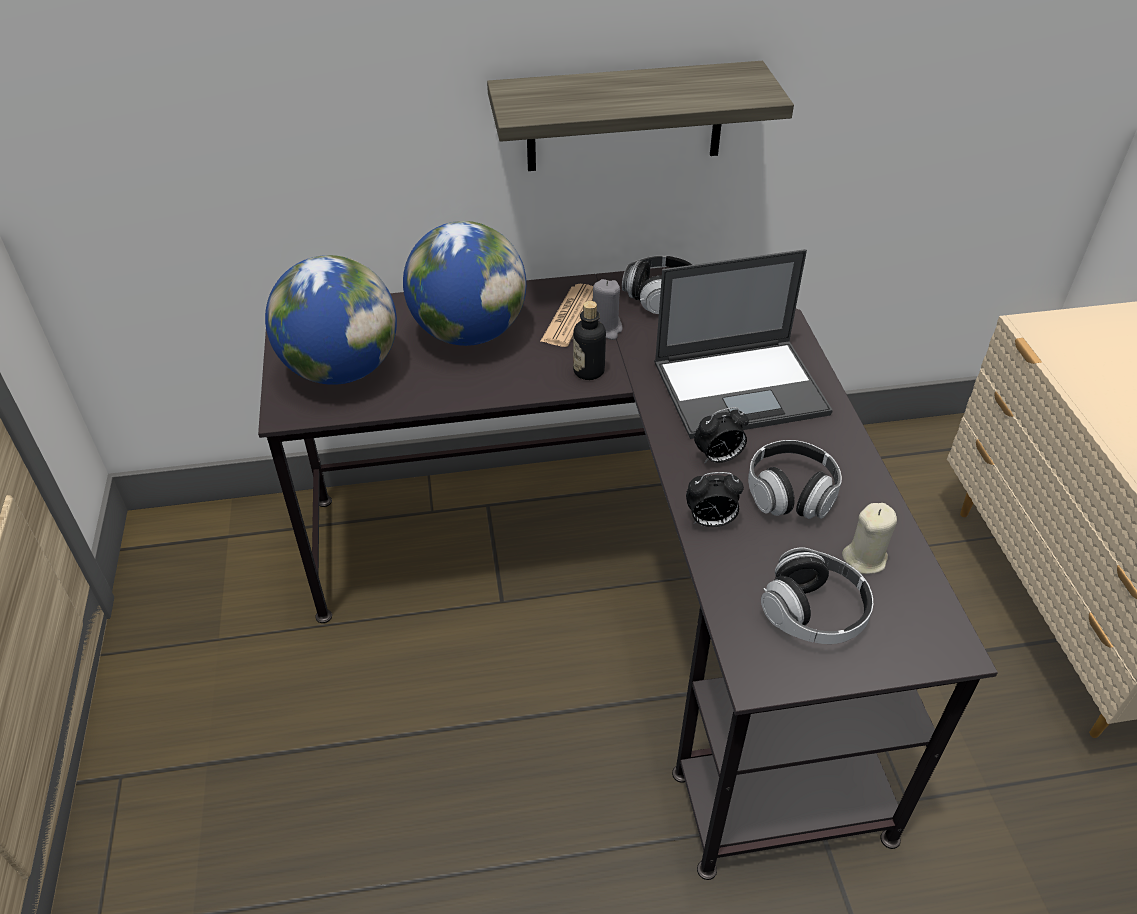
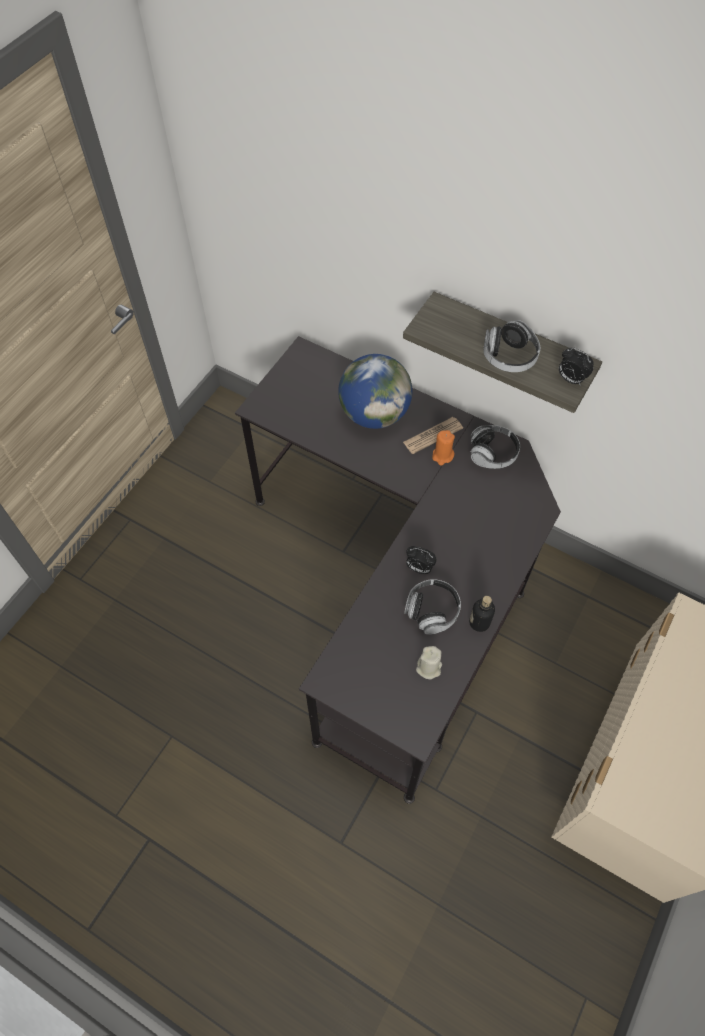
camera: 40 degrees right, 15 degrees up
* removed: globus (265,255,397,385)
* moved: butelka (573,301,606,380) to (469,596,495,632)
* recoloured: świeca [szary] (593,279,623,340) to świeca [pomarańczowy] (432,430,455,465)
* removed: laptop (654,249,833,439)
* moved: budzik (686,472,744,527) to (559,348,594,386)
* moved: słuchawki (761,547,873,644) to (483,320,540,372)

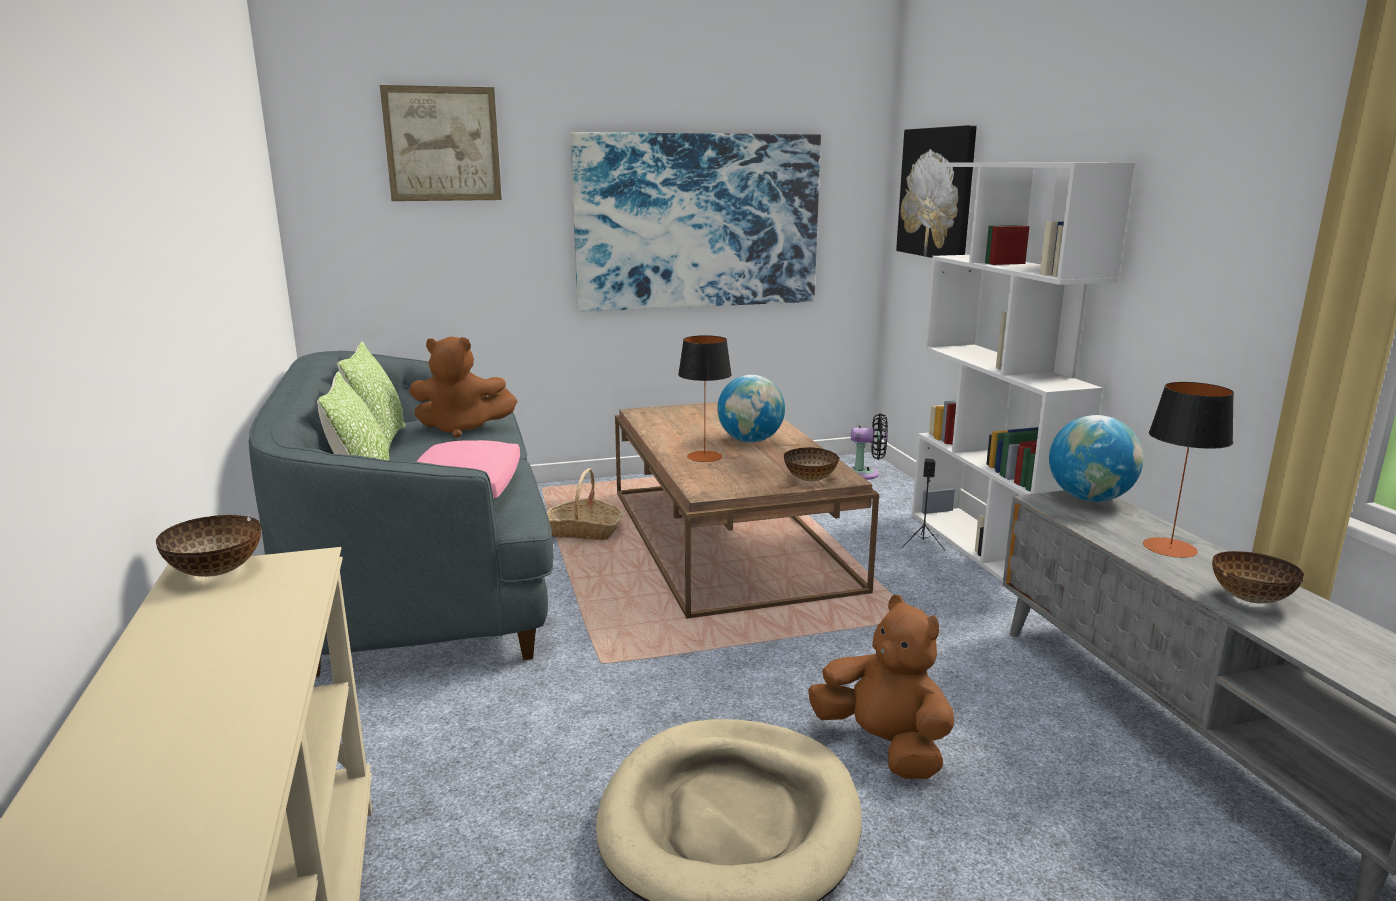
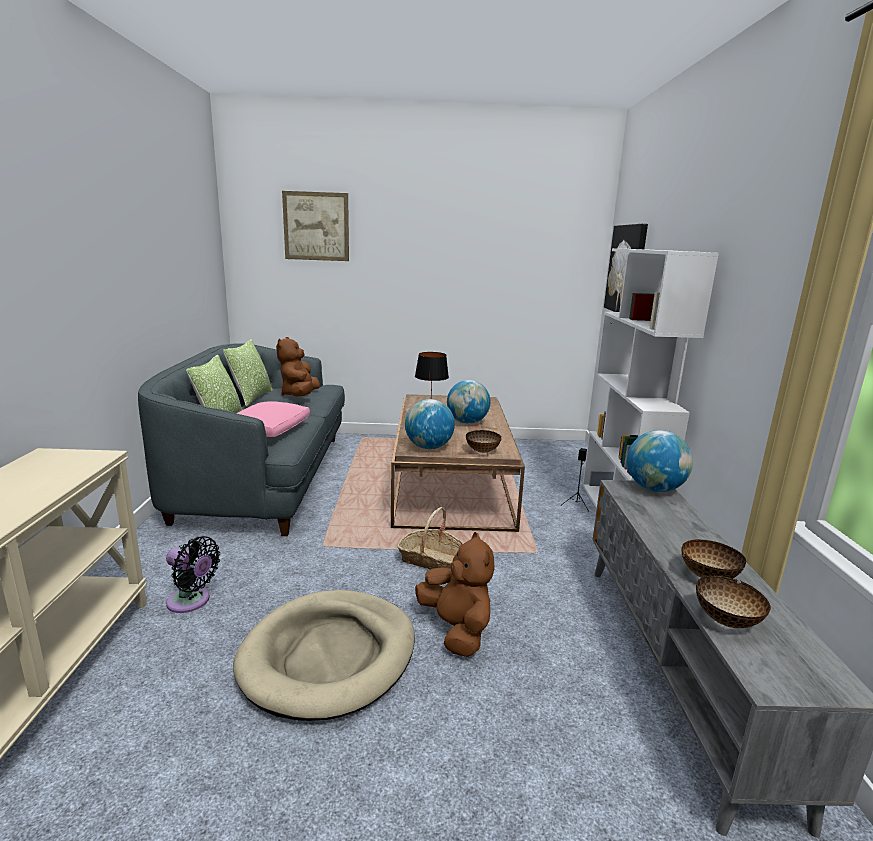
camera: 15 degrees right, 0 degrees up
* moved: miska (156,515,261,577) to (696,576,771,628)
* turned: pluszak [brązowy] (409,336,517,438) = (276,337,320,396) 75 degrees clockwise
* moved: koszyk (547,468,623,540) to (397,507,464,570)
* removed: obraz (570,132,821,312)
* moved: wentylator [czarny] (850,413,888,480) to (166,536,220,613)
* removed: lampa stołowa (1143,382,1234,558)
* added: globus (405,399,455,449)

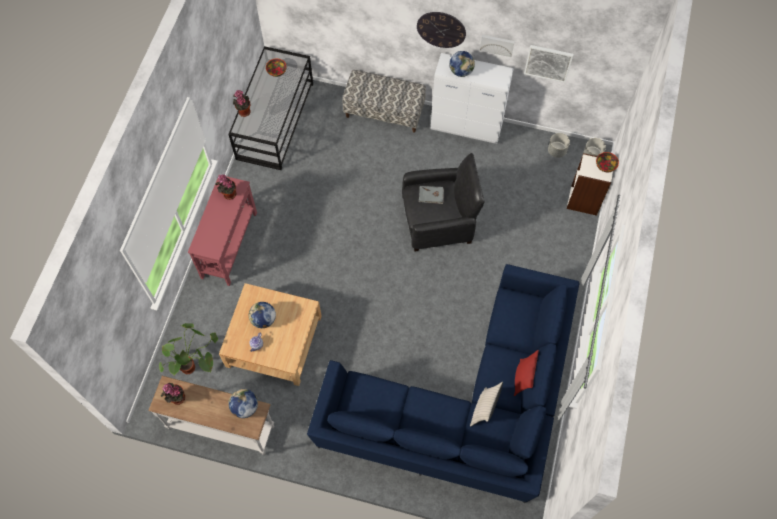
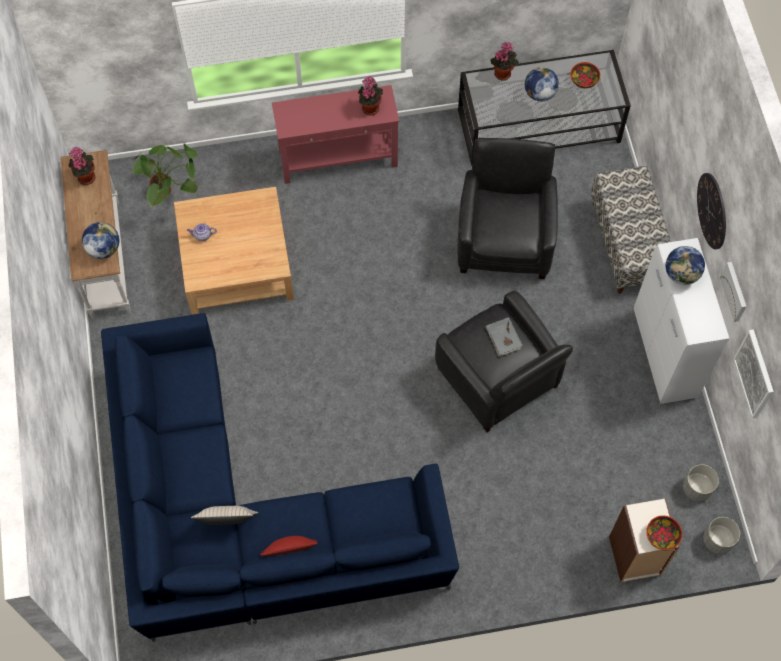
camera: 65 degrees right, 0 degrees up
* moved: globus (249,302,276,328) to (525,67,559,101)
* added: fotel [czarny] (458,138,558,279)

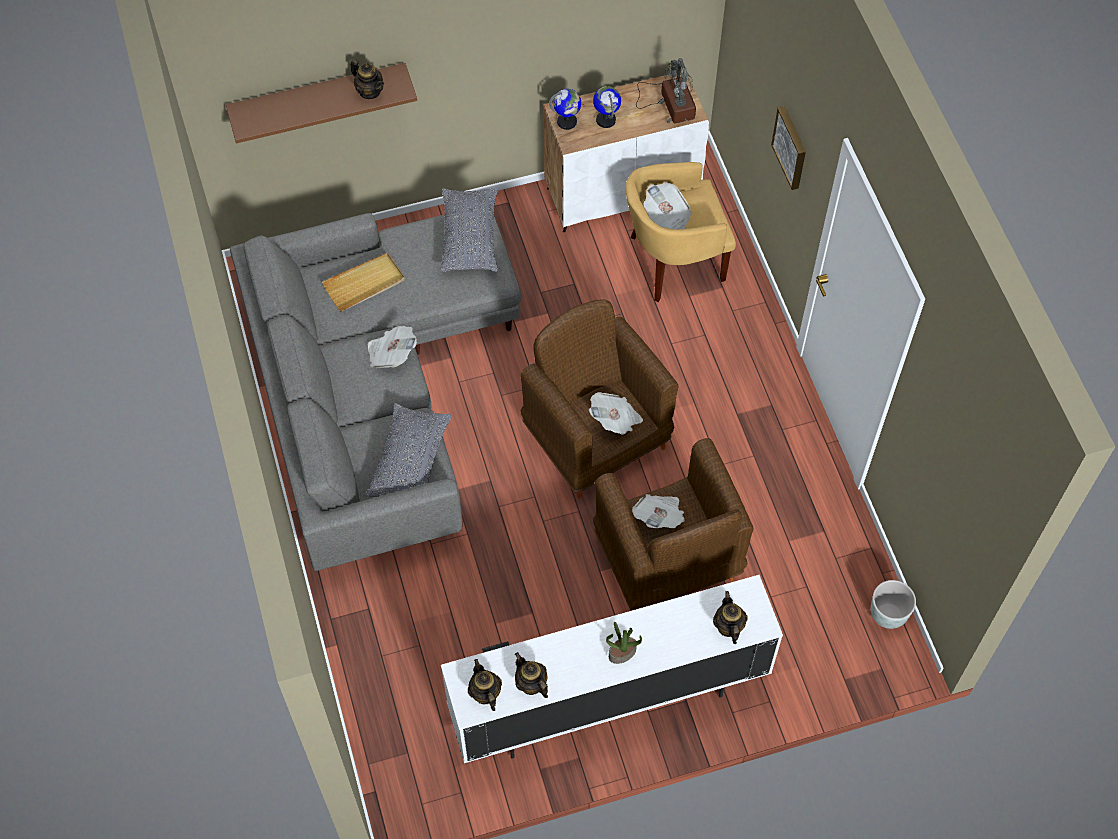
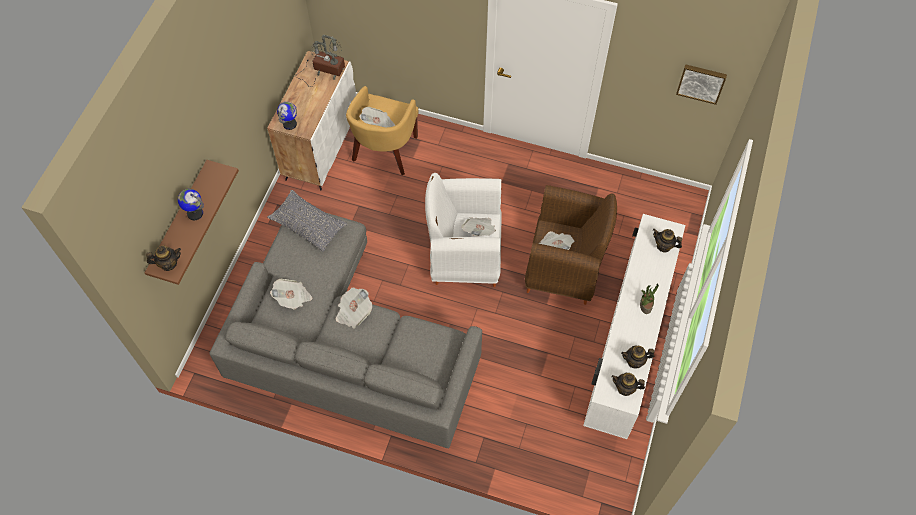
camera: 55 degrees left, 0 degrees up
* replaced: taca [beżowy] (322,253,405,312) to gazeta (270,279,312,310)
* moved: imbryk (350,59,384,99) to (146,246,181,271)
* removed: poduszka [szary] (365,403,452,497)
* recoloured: fotel [brązowy] (521,299,679,499) to fotel [biały] (425,173,502,287)
* moved: globus (593,86,621,128) to (178,189,204,220)
* moved: obraz (771,106,806,190) to (676,64,727,105)
* removed: donica [szary] (871,580,916,629)

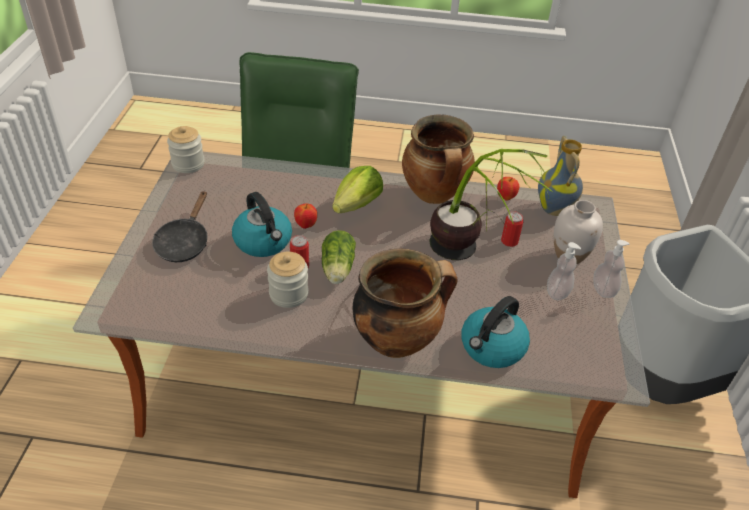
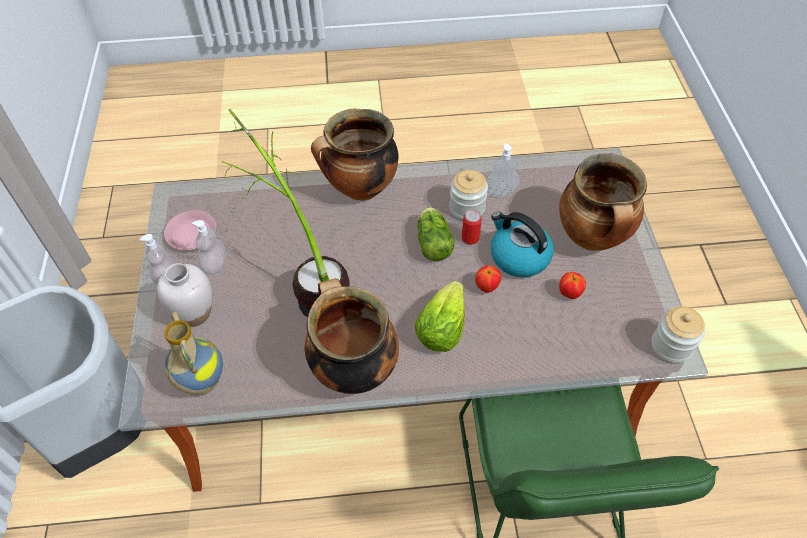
camera: 170 degrees right, 10 degrees up
* replaced: patelnia [czarny] (152,191,208,262) to garnek (559,153,647,251)
* removed: czajnik (461,296,530,368)
* moved: jabłko (497,177,519,201) to (559,272,586,299)
* removed: puszka (501,212,523,247)
* added: talerz [różowy] (164,210,216,250)
* added: dozownik mydła (486,143,519,197)

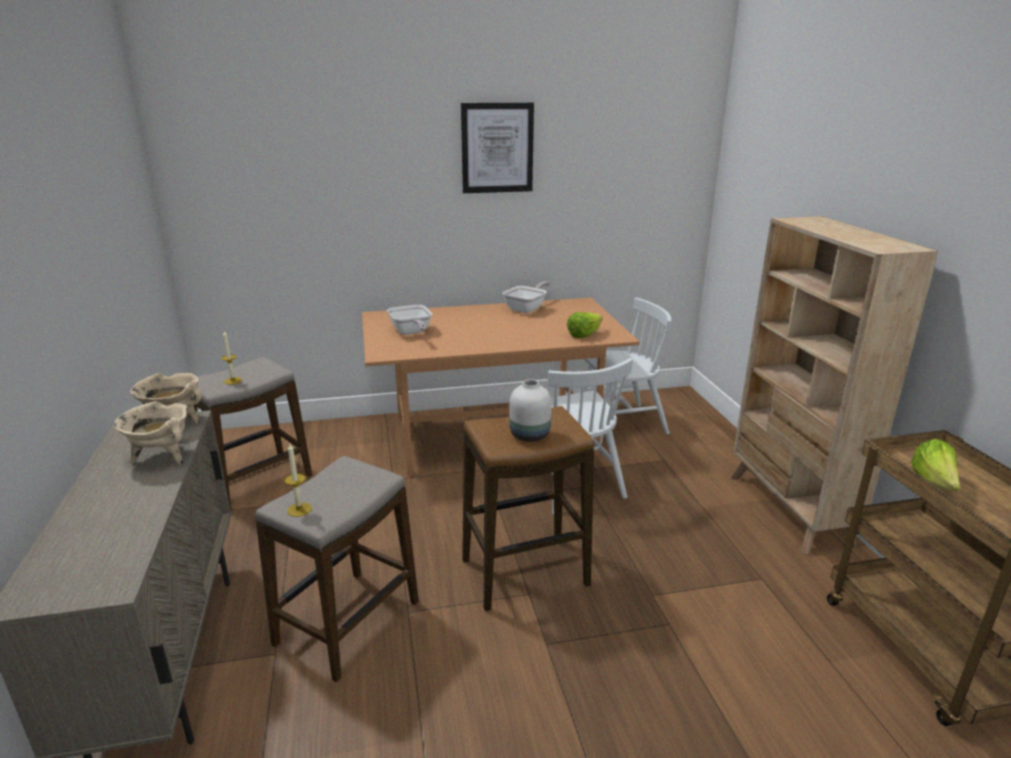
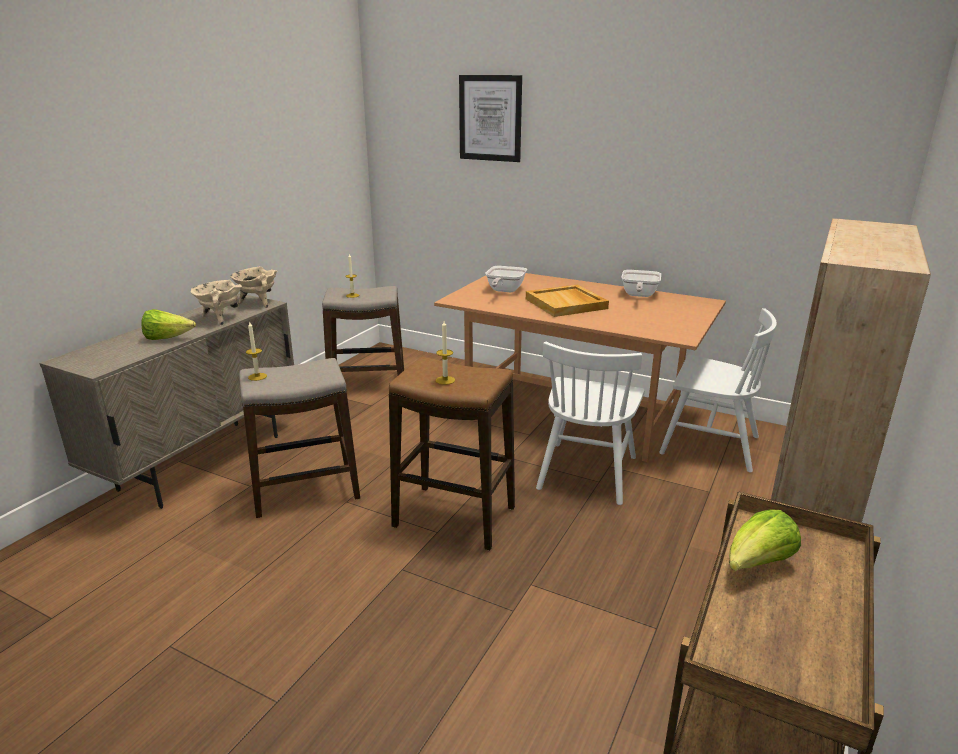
camera: 40 degrees right, 0 degrees up
* moved: obraz (461,102,534,193) to (459,75,522,162)
* turned: patelnia (502,281,550,313) = (621,270,661,297) 120 degrees clockwise
* replaced: wazon [biały] (509,379,551,442) to świeca (436,321,455,385)
* moved: sałata (567,312,602,338) to (141,309,196,340)
* added: taca [beżowy] (526,285,609,317)

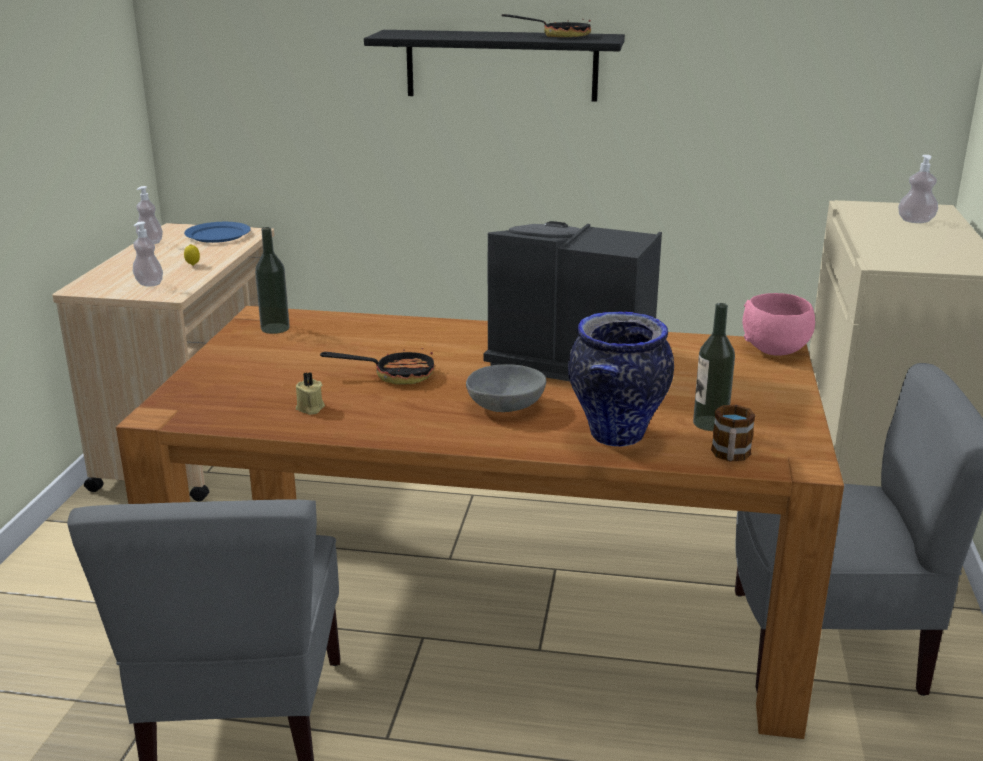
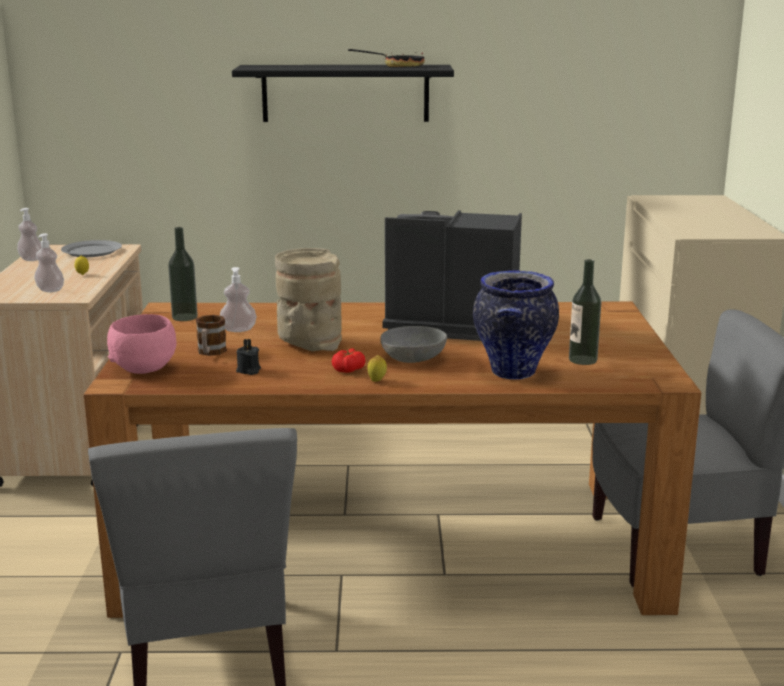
camera: 10 degrees left, 5 degrees down
* recoloured: talerz [niebieski] (184,222,251,243) to talerz [szary] (61,240,122,257)
* recoloured: świeca [beżowy] (296,372,325,415) to świeca [czarny] (236,339,261,375)
* replaced: patelnia (320,348,435,385) to wazon [beżowy] (275,248,342,351)
* moved: kubek (711,405,756,461) to (196,315,227,356)
* moved: miska [różowy] (742,293,815,356) to (107,314,177,374)
* moved: dozownik mydła (898,155,938,223) to (220,267,257,332)
* added: pomidor (332,348,366,373)
* added: cytryna (367,355,387,382)

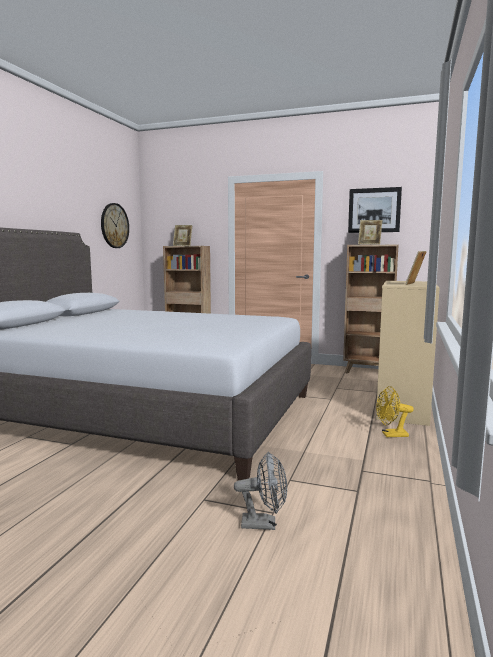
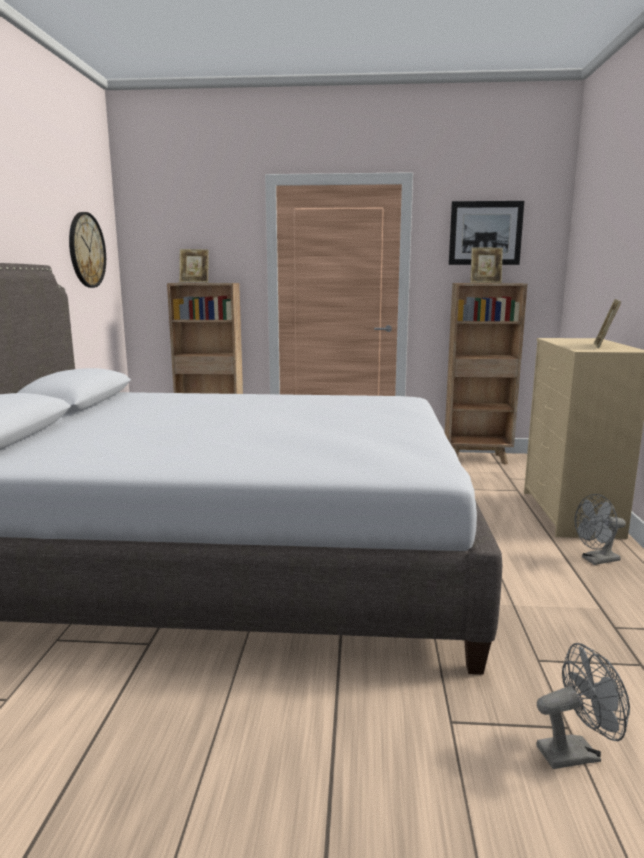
camera: 15 degrees left, 5 degrees up
* recoloured: wentylator [żółty] (376,386,414,437) to wentylator [szary] (574,494,626,565)

